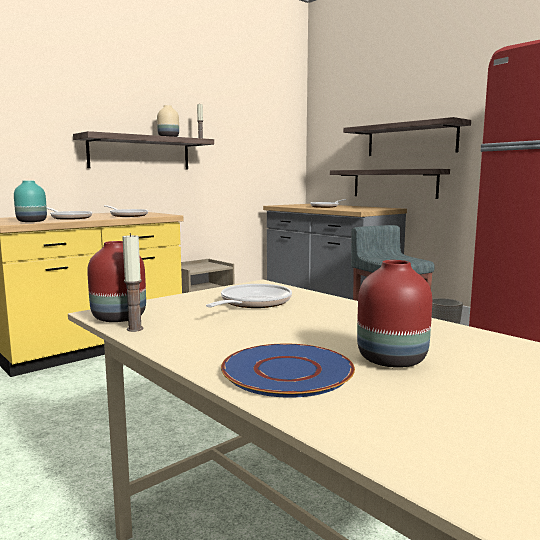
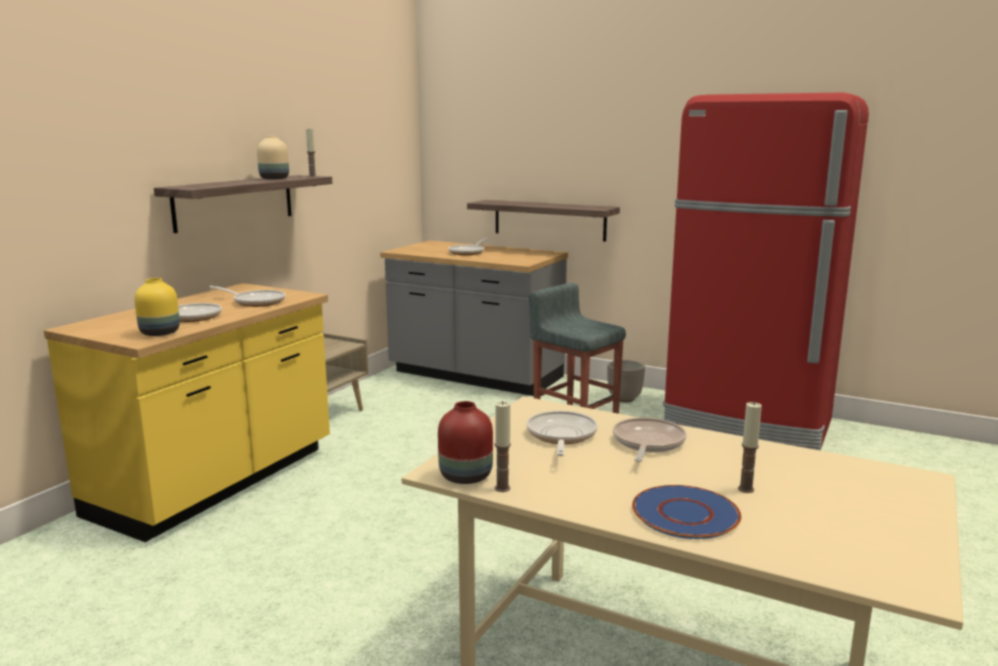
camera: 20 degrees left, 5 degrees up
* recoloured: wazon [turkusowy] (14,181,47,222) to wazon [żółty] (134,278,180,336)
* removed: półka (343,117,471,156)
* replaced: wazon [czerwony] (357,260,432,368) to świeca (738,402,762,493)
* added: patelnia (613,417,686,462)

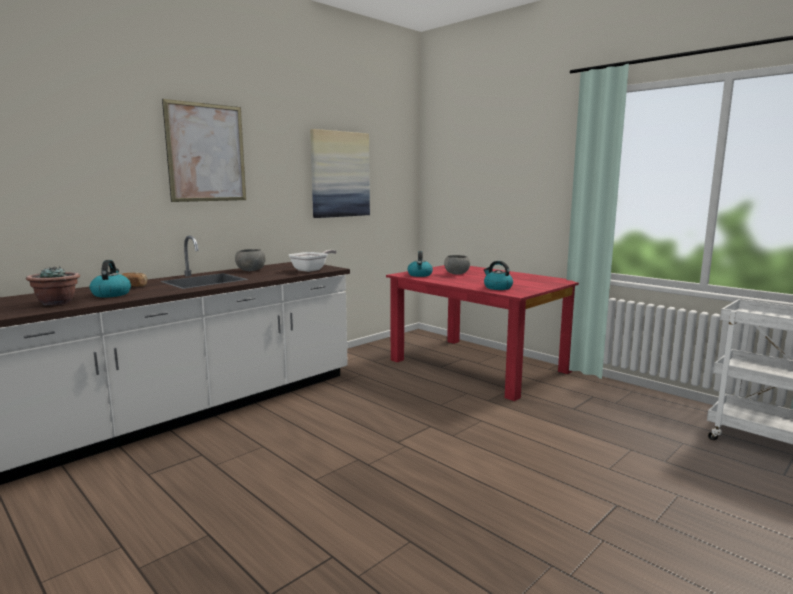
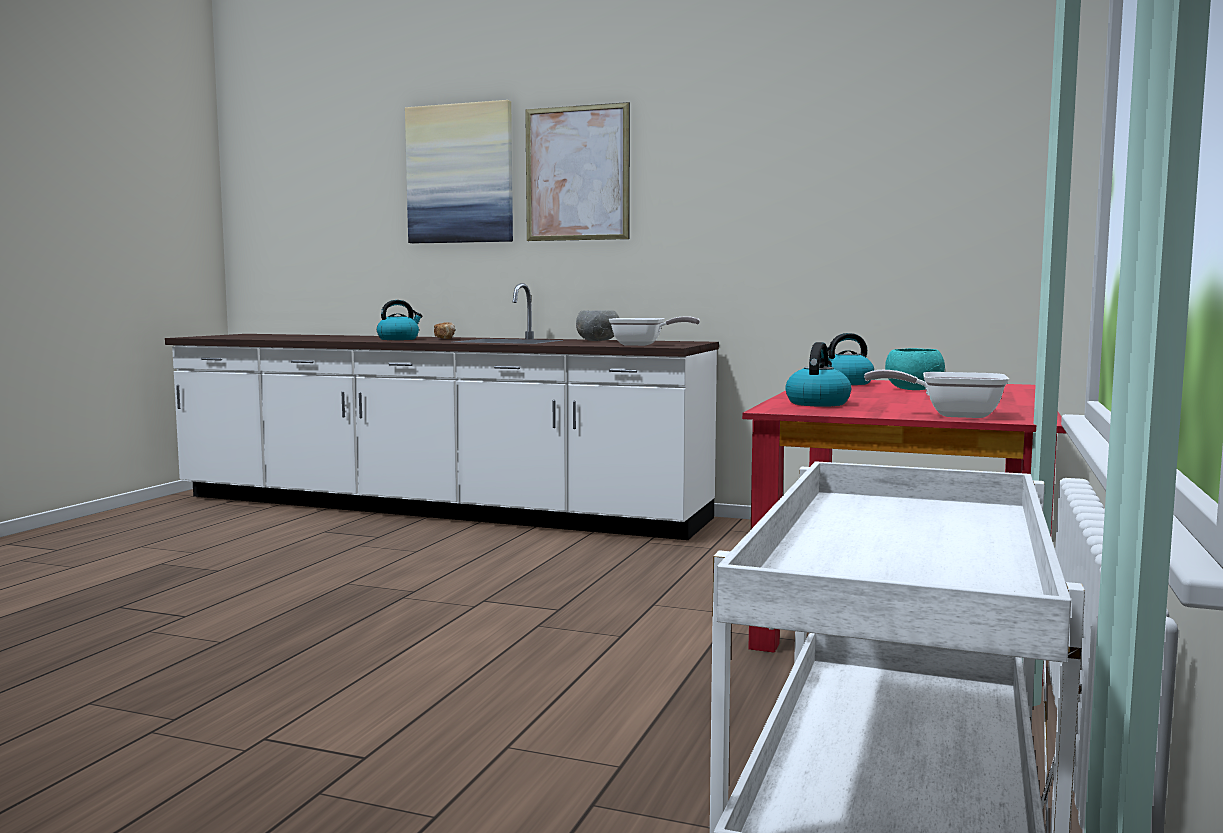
camera: 65 degrees right, 5 degrees down
* removed: roślina doniczkowa (26,266,80,306)
* moved: obraz (310,129,370,218) to (405,100,513,243)
* recoloured: miska [szary] (444,255,470,274) to miska [turkusowy] (885,348,945,390)
* added: patelnia (864,370,1009,418)

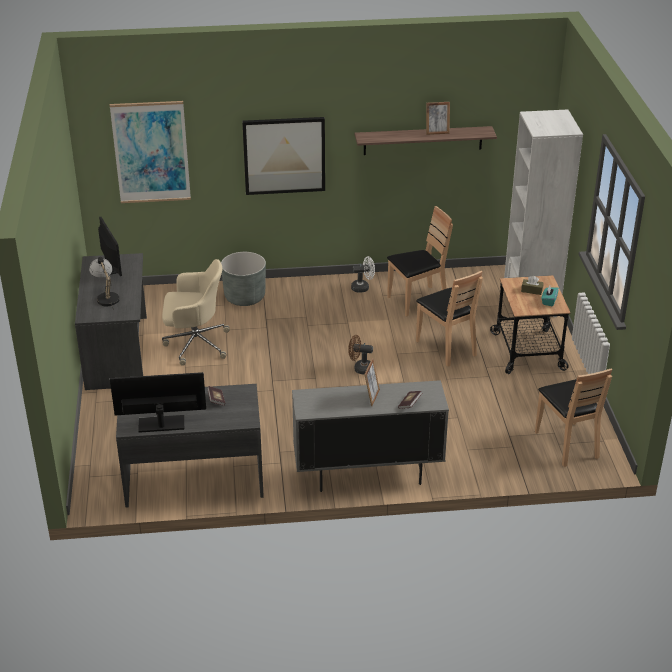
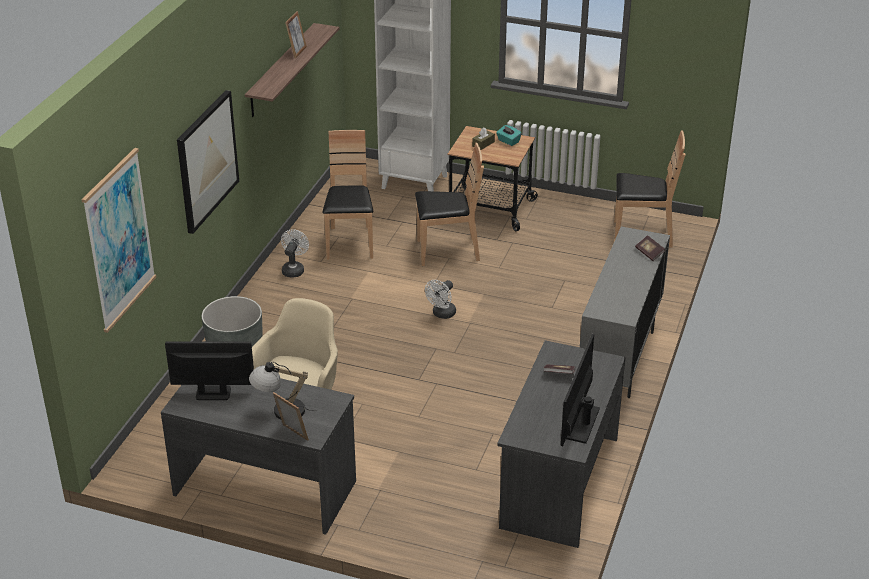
camera: 65 degrees left, 0 degrees up
* recoloured: wentylator [brązowy] (348,335,373,374) to wentylator [biały] (425,280,456,319)
* moved: ramka na zdjęcie (364,358,380,406) to (273,392,309,441)

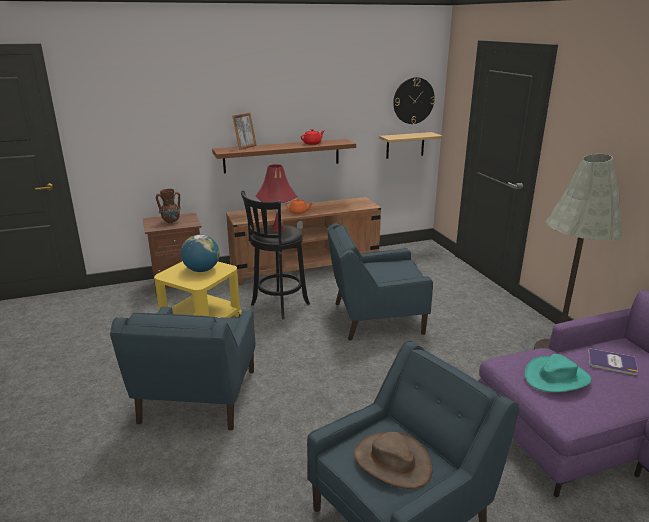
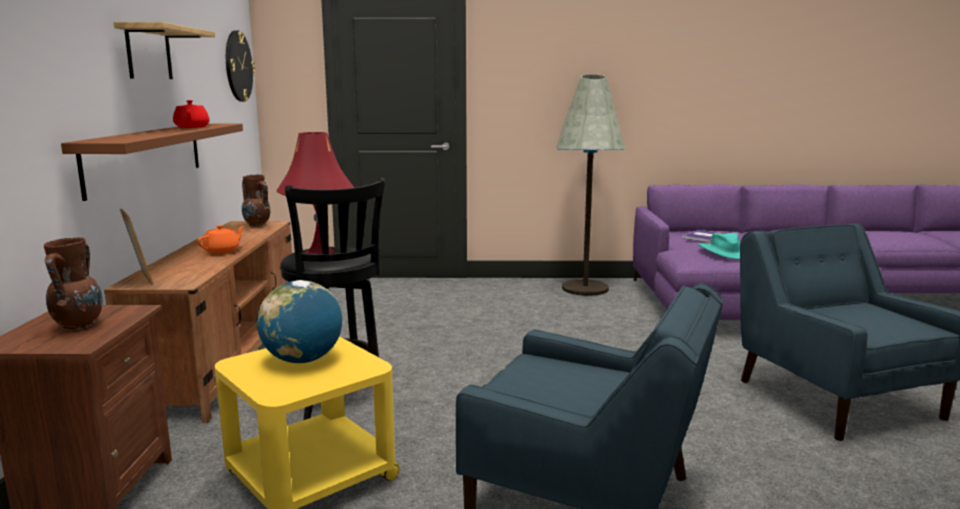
camera: 70 degrees left, 10 degrees down
* moved: ramka na zdjęcie (232,113,257,150) to (120,209,153,285)
* removed: fotel [niebieski] (327,223,433,341)
* removed: kapelusz [brązowy] (354,432,433,489)
* moved: półka (379,132,443,159) to (114,22,215,79)
* added: wazon [brązowy] (242,175,271,227)

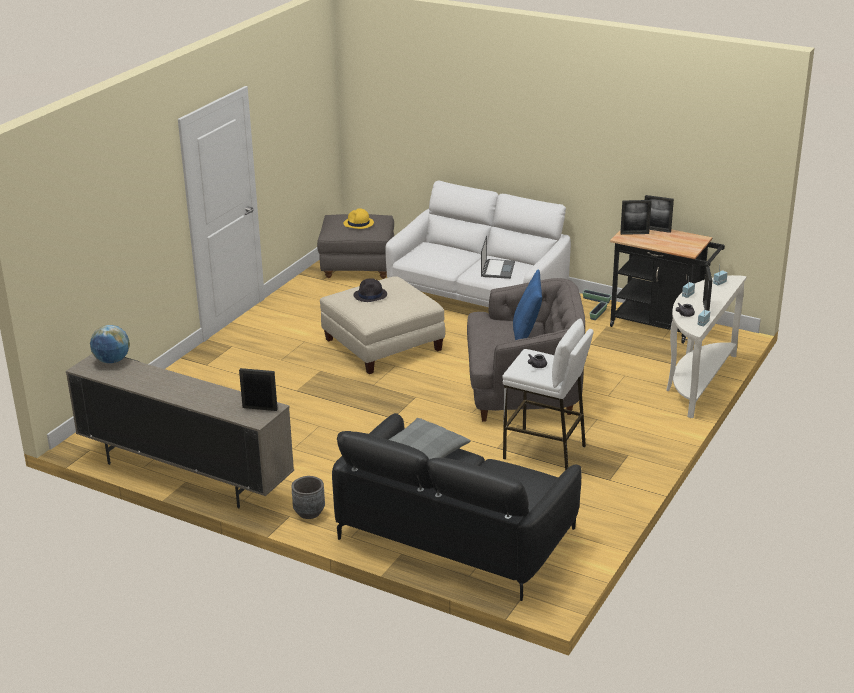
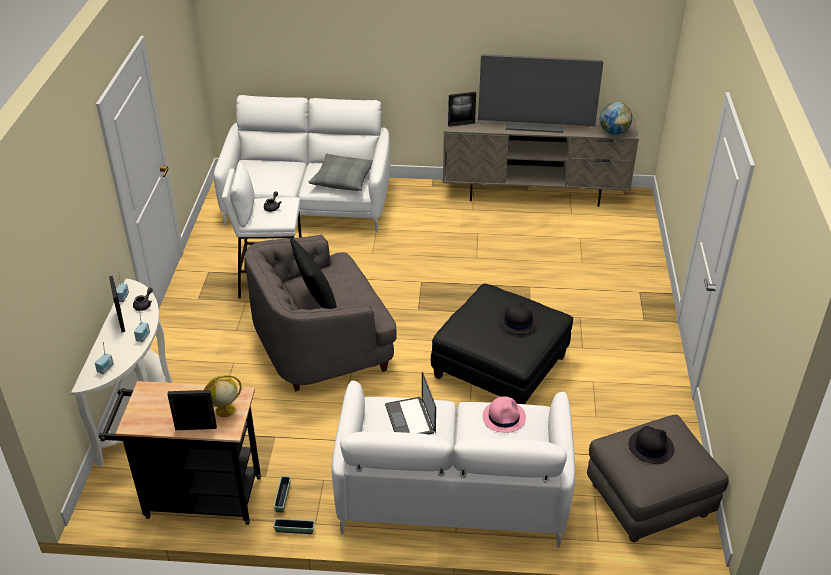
camera: 155 degrees right, 10 degrees up
* removed: donica [szary] (291,476,325,519)
* recoloured: pufa [beżowy] (320,276,445,374) to pufa [czarny] (431,284,573,404)
* recoloured: kanapa [czarny] (332,413,582,601) to kanapa [biały] (214,95,390,232)
* recoloured: kapelusz [żółty] (344,208,374,229) to kapelusz [czarny] (628,426,674,464)
* recoloured: poduszka [niebieski] (513,269,542,340) to poduszka [czarny] (290,238,337,309)
* replaced: ramka na zdjęcie (620,200,652,235) to globus (204,375,241,417)
* added: telewizor (478,54,604,133)
* added: kapelusz [różowy] (482,396,526,433)

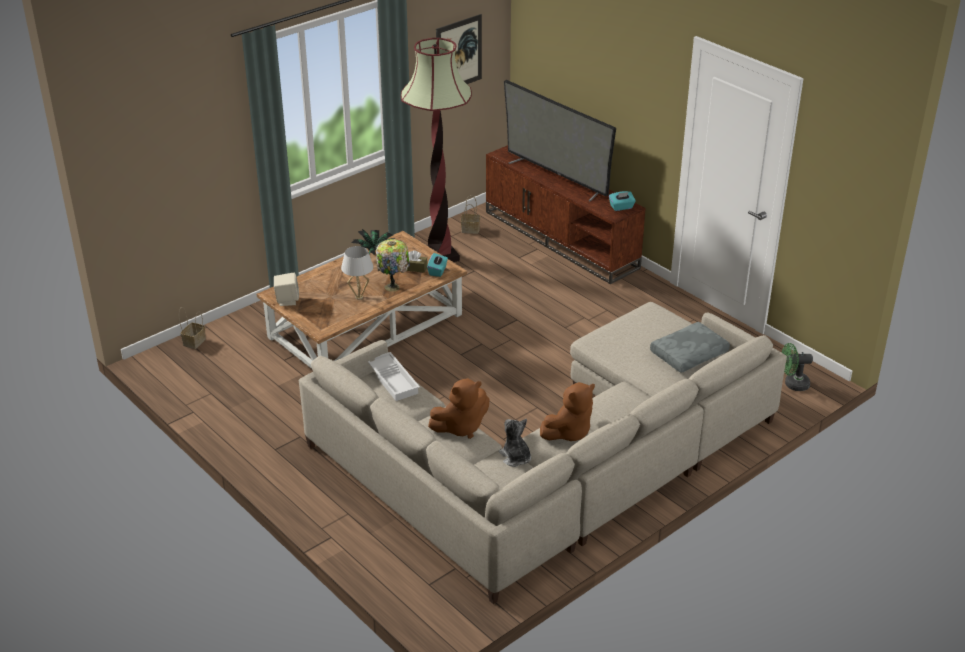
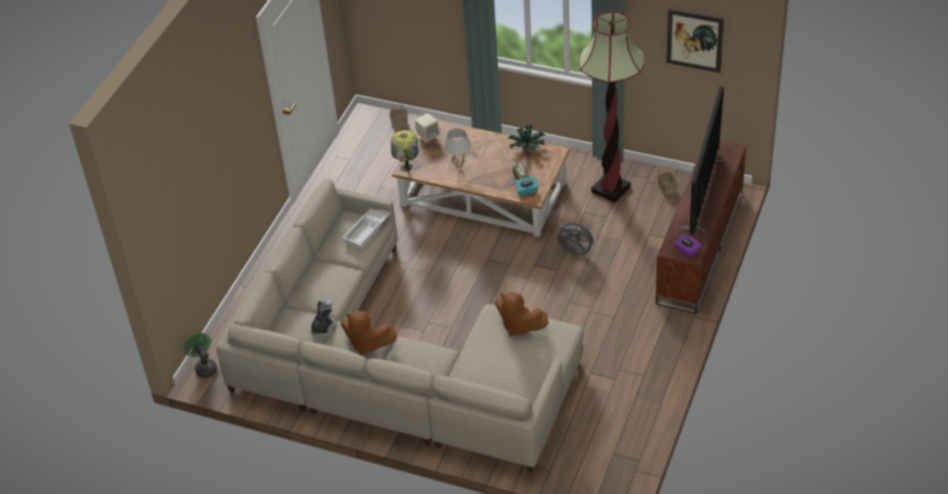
camera: 65 degrees right, 10 degrees up
* moved: lampa stołowa (376,239,410,292) to (391,130,419,172)
* moved: pluszak [brązowy] (428,378,489,439) to (495,292,548,337)
* recoloured: pudełko chusteczek [turkusowy] (609,191,636,211) to pudełko chusteczek [fioletowy] (674,234,701,258)
* removed: poduszka [szary] (650,322,730,373)
* moved: wentylator [zielony] (781,343,813,391) to (184,333,217,378)
* added: wentylator [szary] (557,221,596,255)

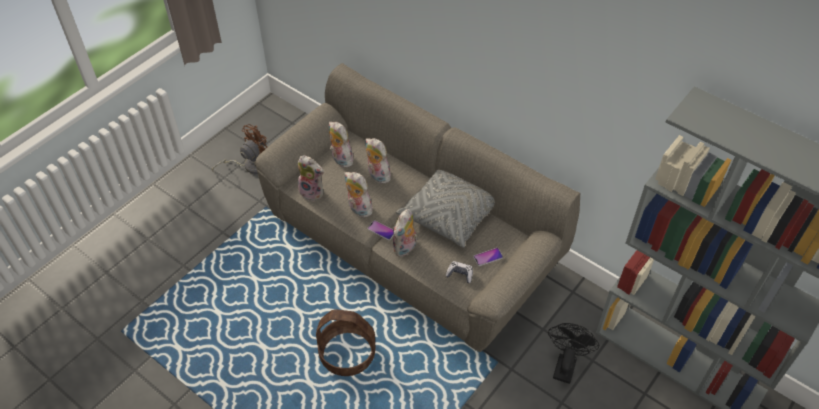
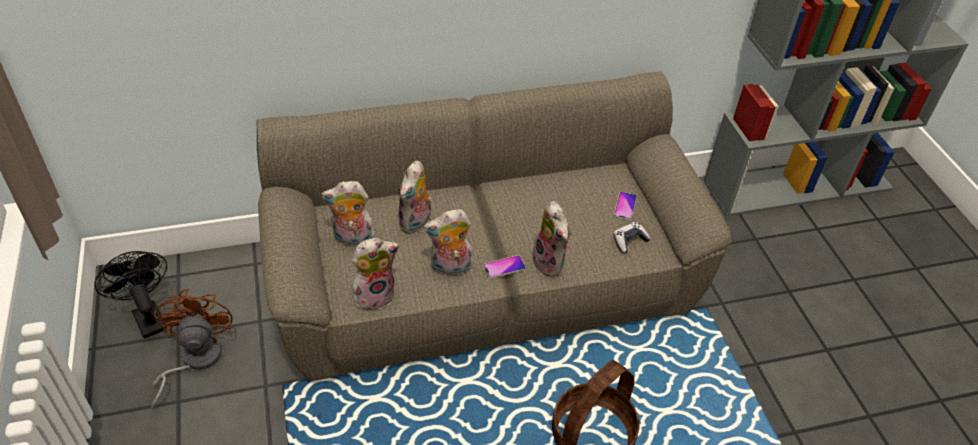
camera: 55 degrees left, 5 degrees down
* turned: pluszak (365,138,391,184) = (398,161,433,234) 60 degrees counterclockwise
* removed: poduszka [szary] (396,170,495,248)
* moved: wentylator [czarny] (548,323,600,384) to (94,251,167,339)

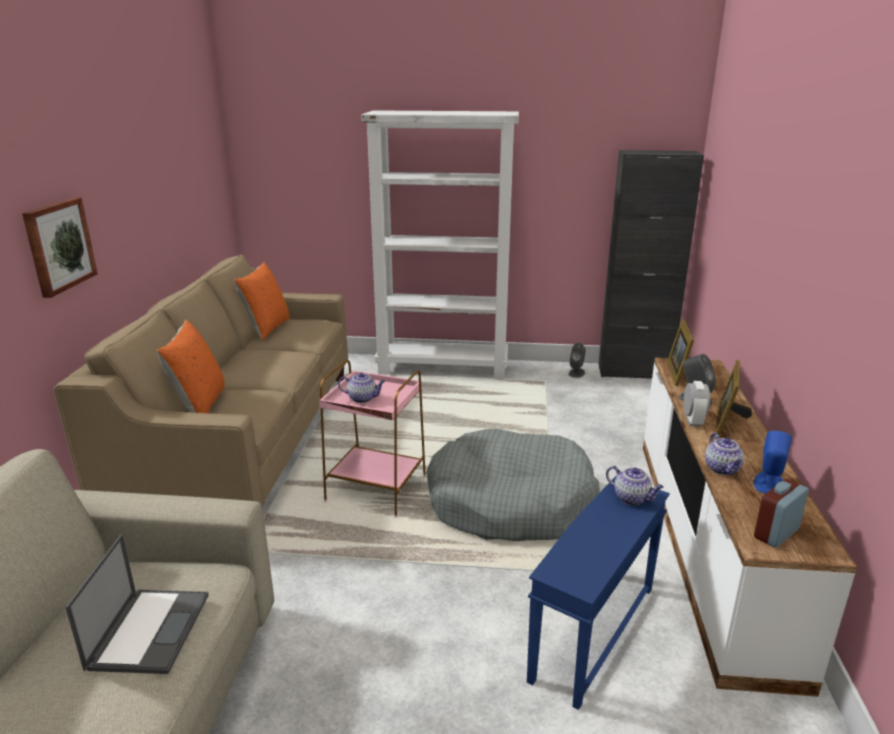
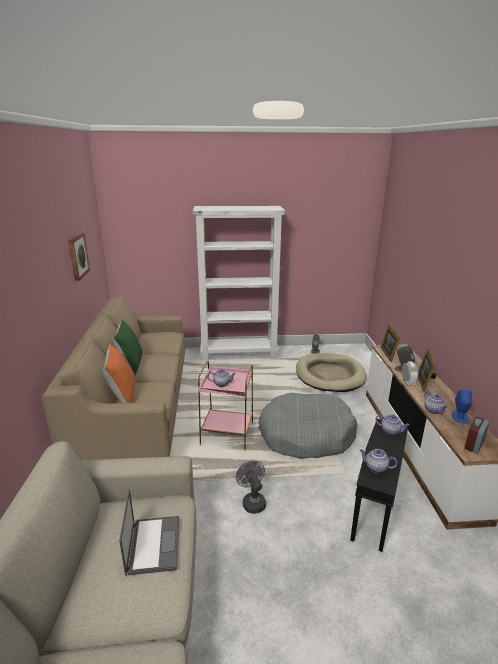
camera: 10 degrees left, 0 degrees up
* moved: obraz (22,197,98,298) to (68,233,90,281)
* removed: poduszka [pomarańczowy] (234,262,290,341)
* recoloured: stolik [niebieski] (527,476,670,710) to stolik [czarny] (350,419,408,552)
* removed: szafka [czarny] (598,150,704,379)
* added: poduszka [zielony] (113,320,142,375)
* added: wentylator [szary] (236,460,266,514)
* added: legowisko [beżowy] (296,353,367,392)
* added: imbryk (360,449,397,473)

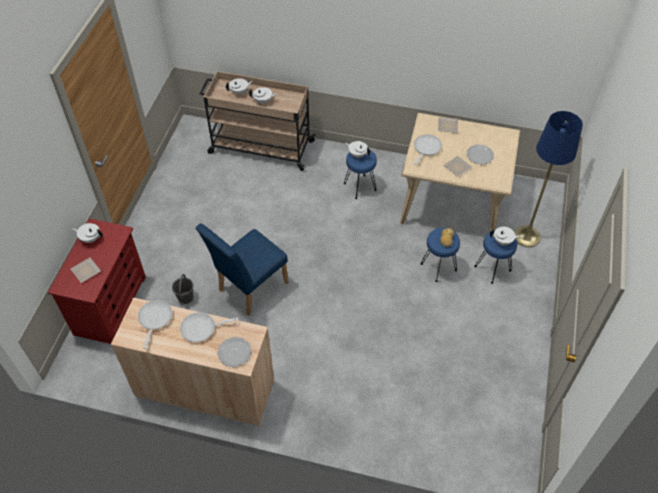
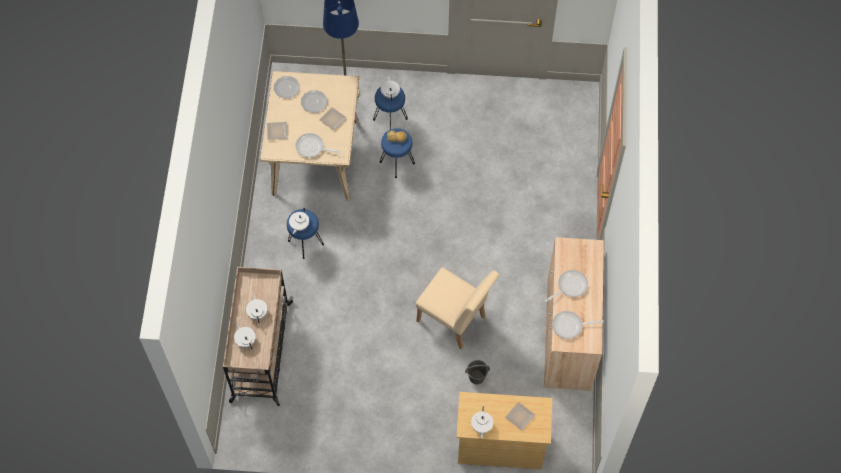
camera: 100 degrees left, 10 degrees up
* recoloured: komoda [czerwony] (48,218,146,344) to komoda [beżowy] (457,392,552,469)
* turned: patelnia (180,312,238,342) = (545,270,588,302) 105 degrees counterclockwise
* recoloured: krzesło [niebieski] (196,223,289,316) to krzesło [beżowy] (416,268,499,349)
* moved: talerz (217,337,252,367) to (274,76,300,98)

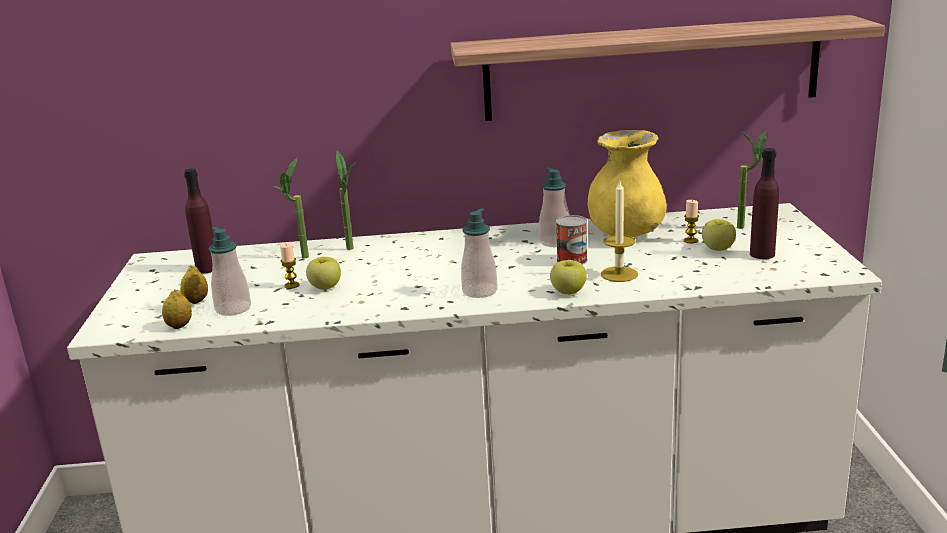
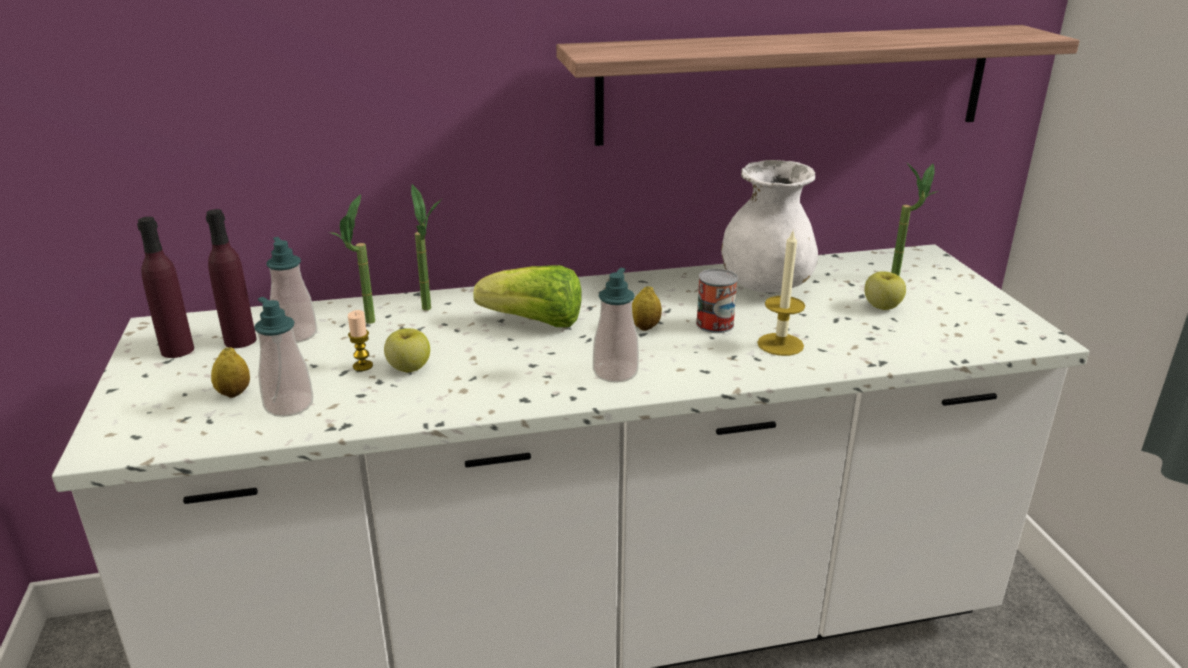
camera: 10 degrees left, 5 degrees up
* moved: cytryna (162,289,192,329) to (632,286,662,331)
* moved: dozownik mydła (539,167,570,247) to (266,237,317,343)
* removed: jabłko (550,260,587,294)
* recoloured: wazon [żółty] (587,130,667,237) to wazon [biały] (721,160,818,293)
* removed: świeca (684,200,699,244)
* moved: butelka [fioletowy] (750,148,779,259) to (137,217,194,358)
* added: sałata (473,265,582,327)

